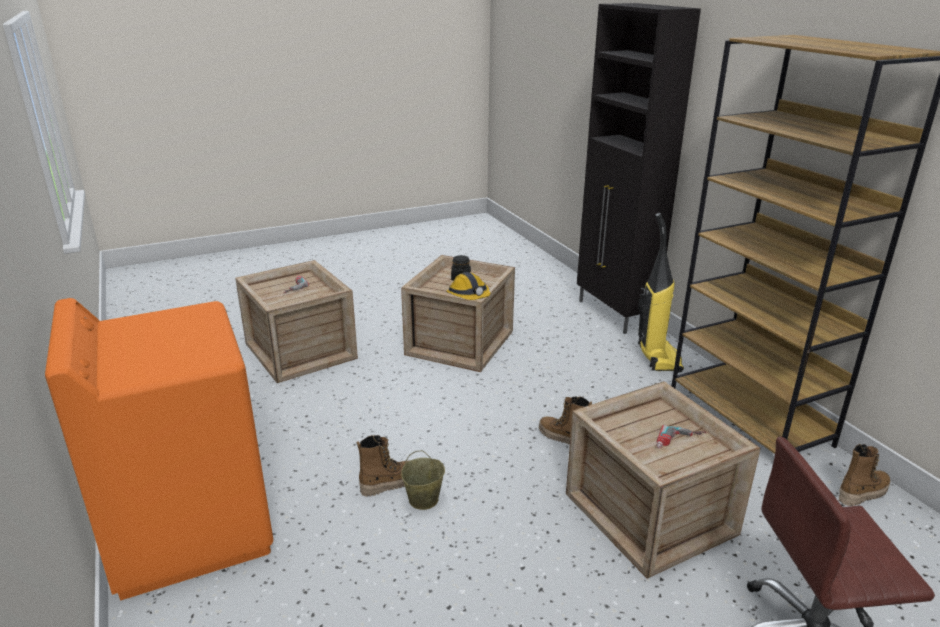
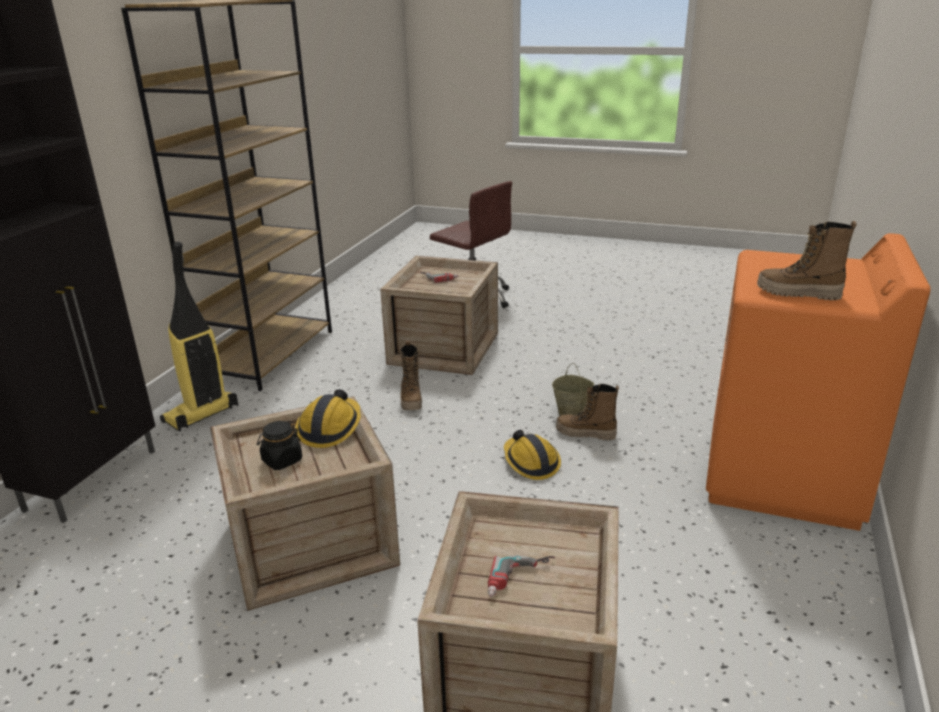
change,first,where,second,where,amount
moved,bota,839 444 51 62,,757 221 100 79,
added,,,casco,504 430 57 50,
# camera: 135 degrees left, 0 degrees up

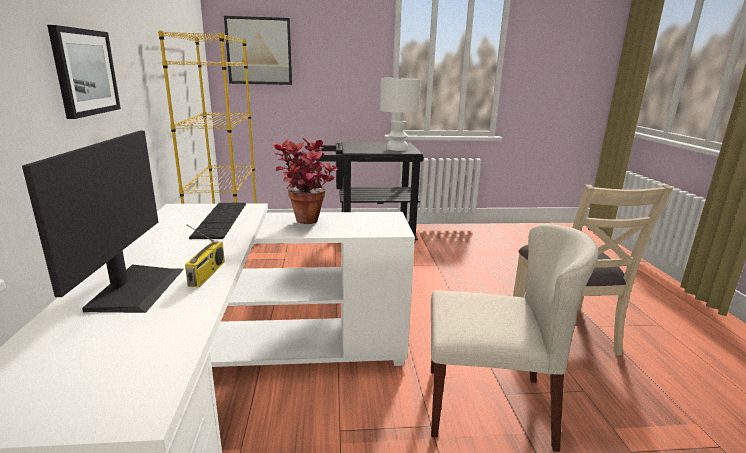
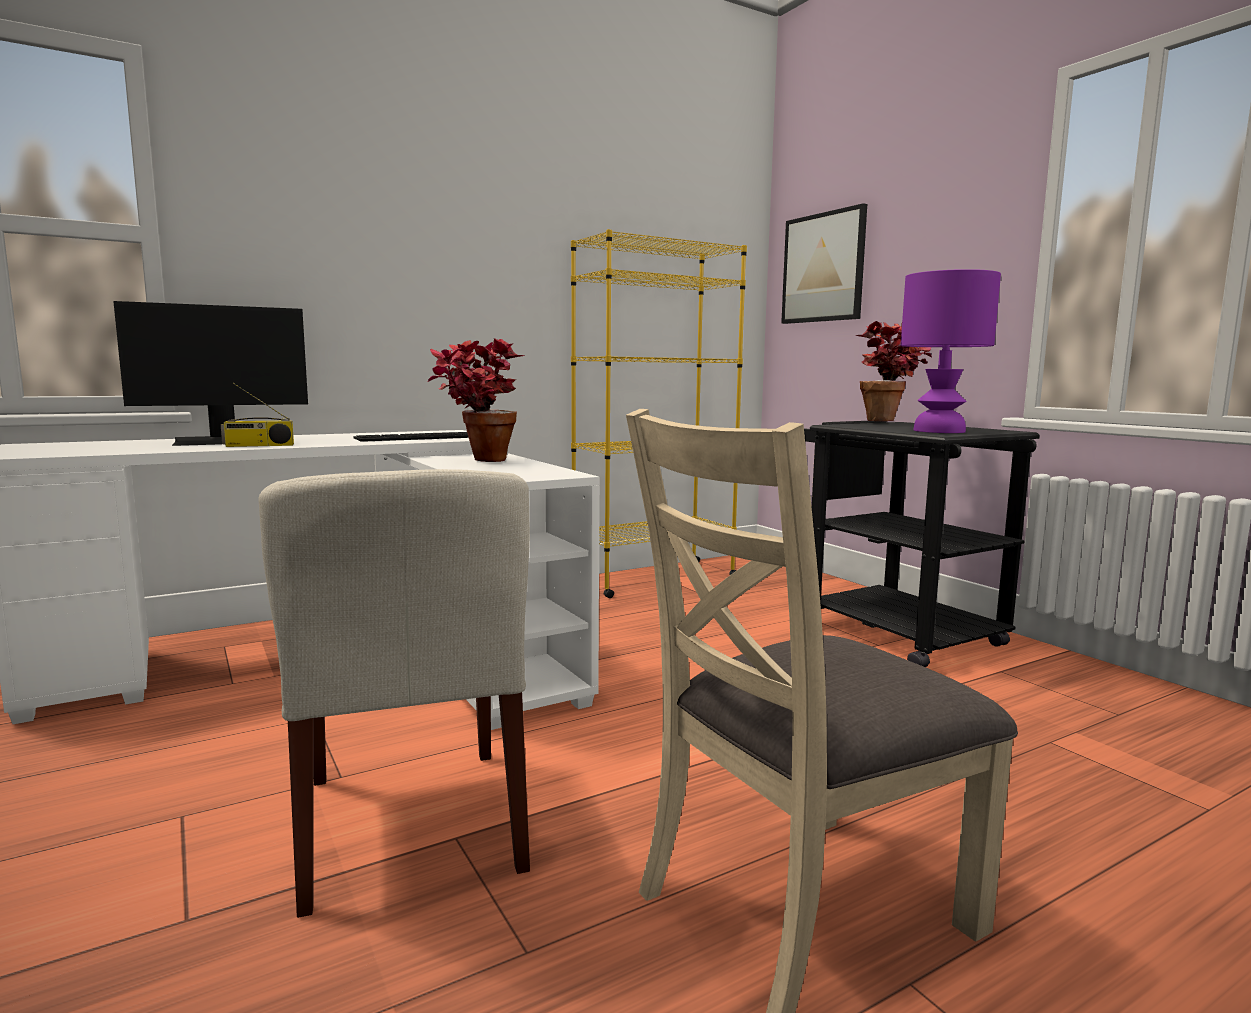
change,first,where,second,where,amount
removed,cuadro,47 25 74 94,,,
recoloured,lámpara de mesa/blanco,380 78 41 73,lámpara de mesa/morado,901 269 100 164,
added,,,planta en maceta,856 321 76 100,
# camera: 65 degrees right, 10 degrees down

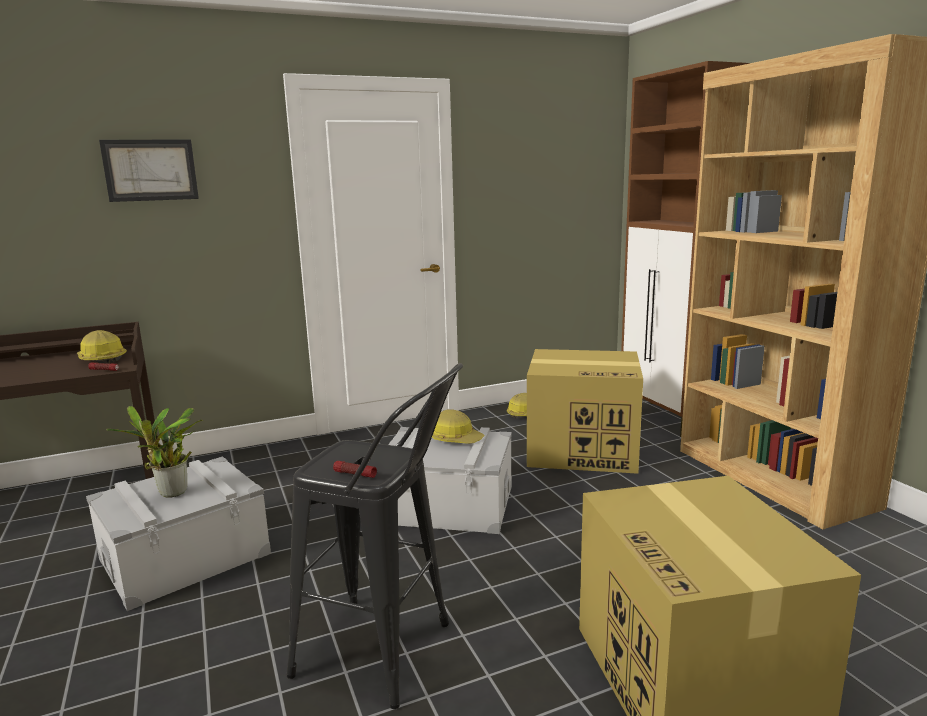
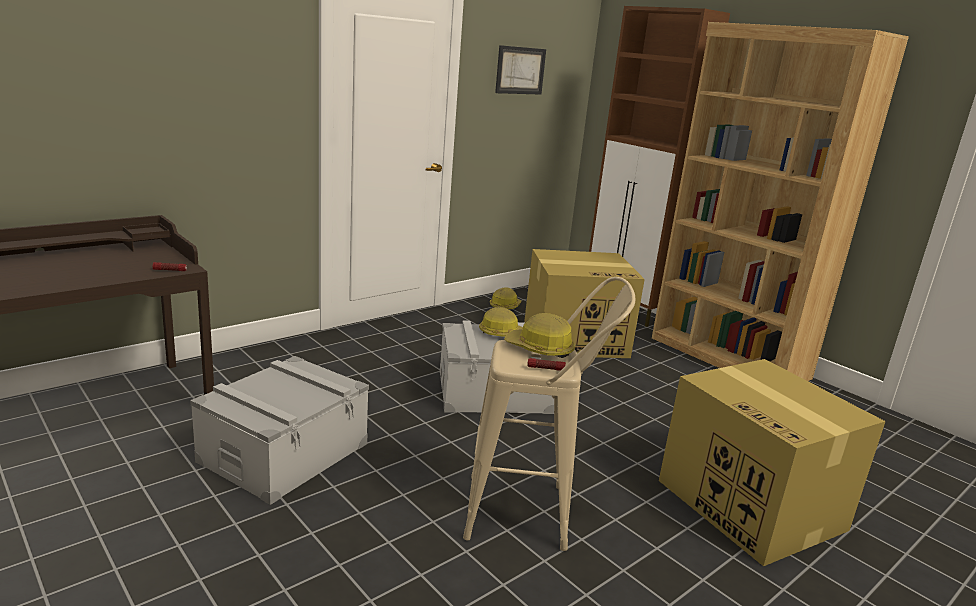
change,first,where,second,where,amount
moved,cuadro,99 139 100 63,,495 45 51 50,
moved,casco,77 330 50 33,,504 313 71 45,
recoloured,taburete/negro,287 363 176 346,taburete/beis,463 277 172 274,
removed,planta en maceta,106 406 97 92,,,
# camera: 20 degrees left, 5 degrees up

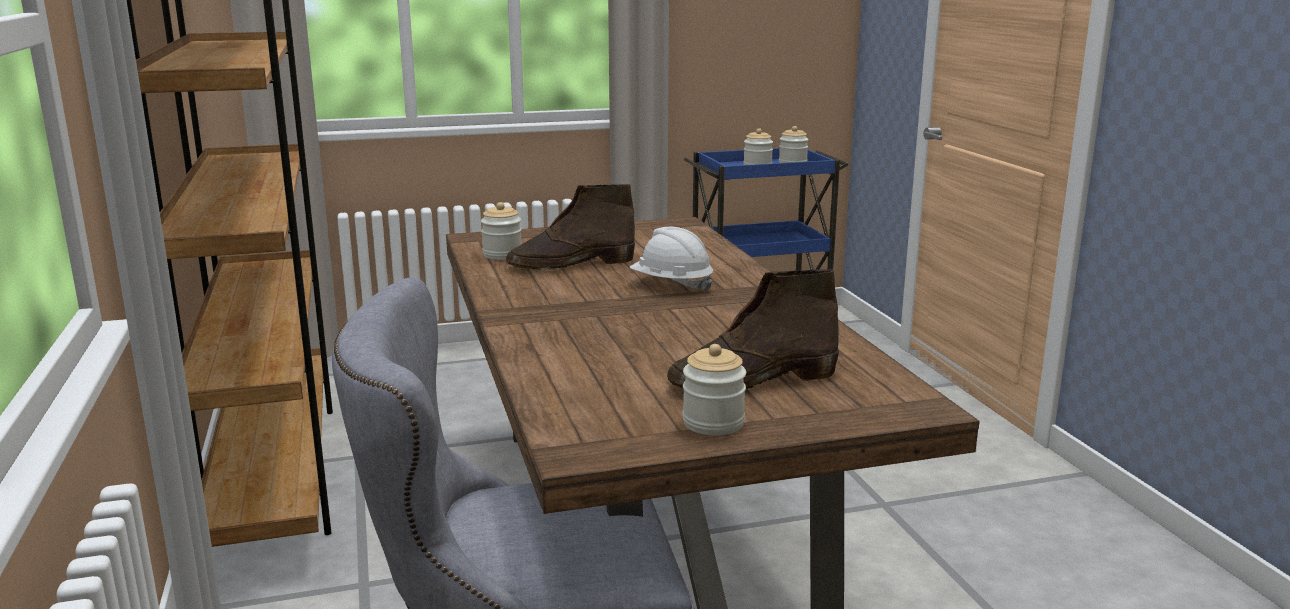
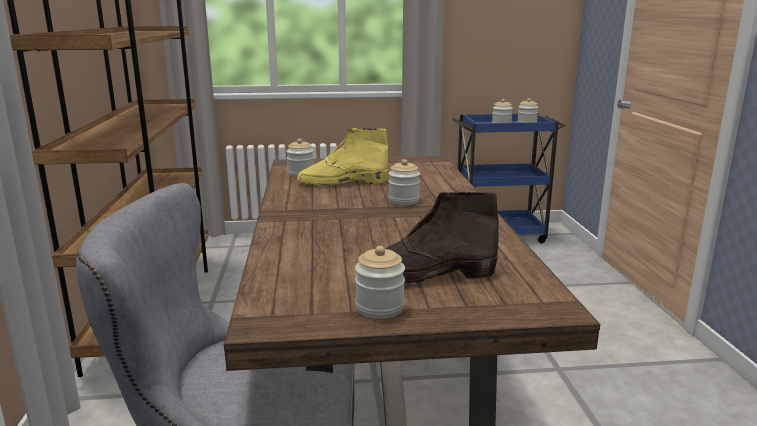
change,first,where,second,where,amount
recoloured,bota/marrón,506 184 129 86,bota/amarillo,297 128 91 58,
replaced,casco/blanco,630 227 83 65,tarro,388 159 32 46,
# camera: 10 degrees right, 0 degrees up

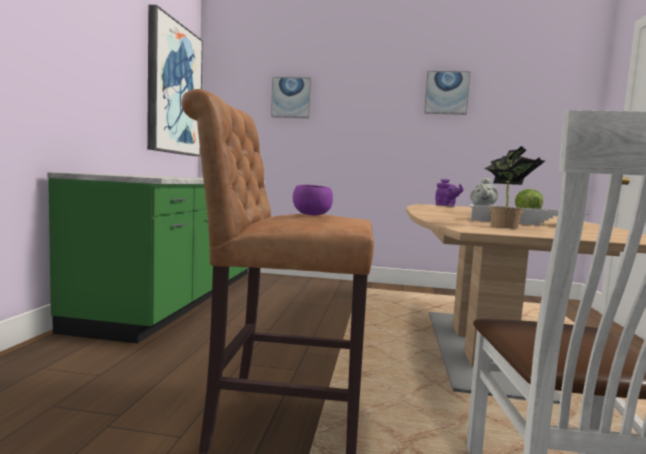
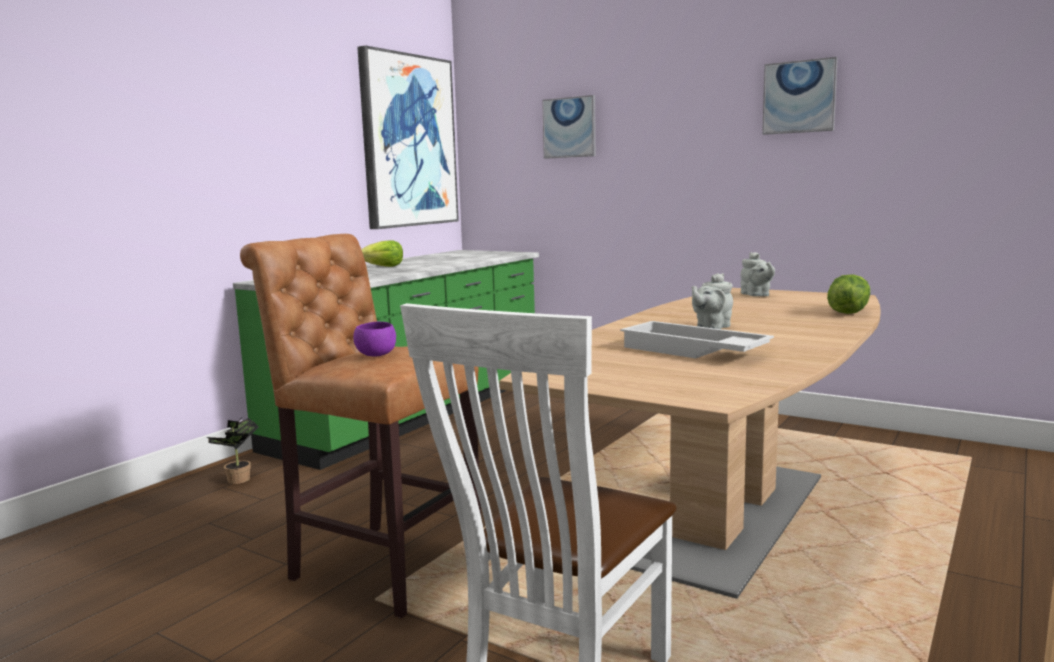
change,first,where,second,where,amount
moved,planta en maceta,484 146 62 83,,206 418 53 66,
recoloured,tetera/morado,435 179 28 28,tetera/gris,740 252 35 44,
added,,,lechuga,361 240 42 27,
# camera: 25 degrees right, 5 degrees up

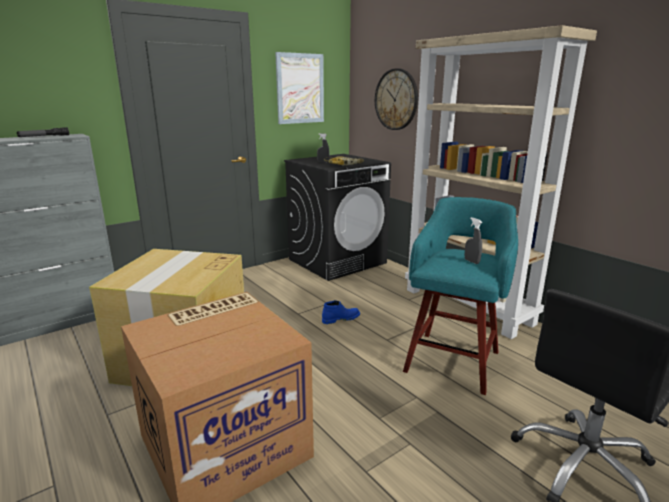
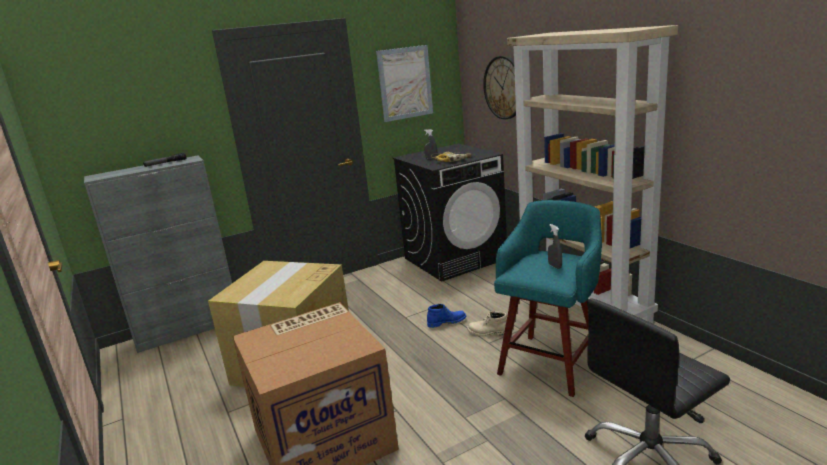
change,first,where,second,where,amount
added,,,bota/beis,467 311 40 25,
# camera: 10 degrees right, 0 degrees up

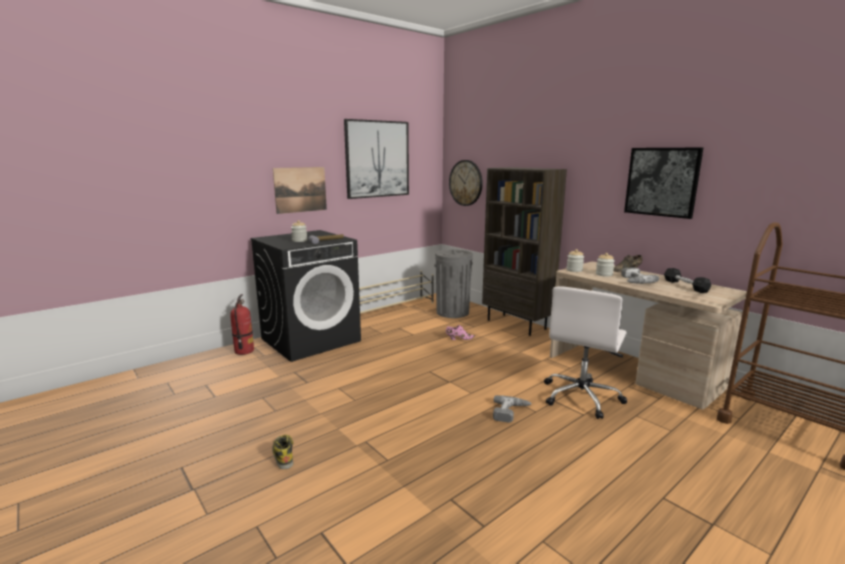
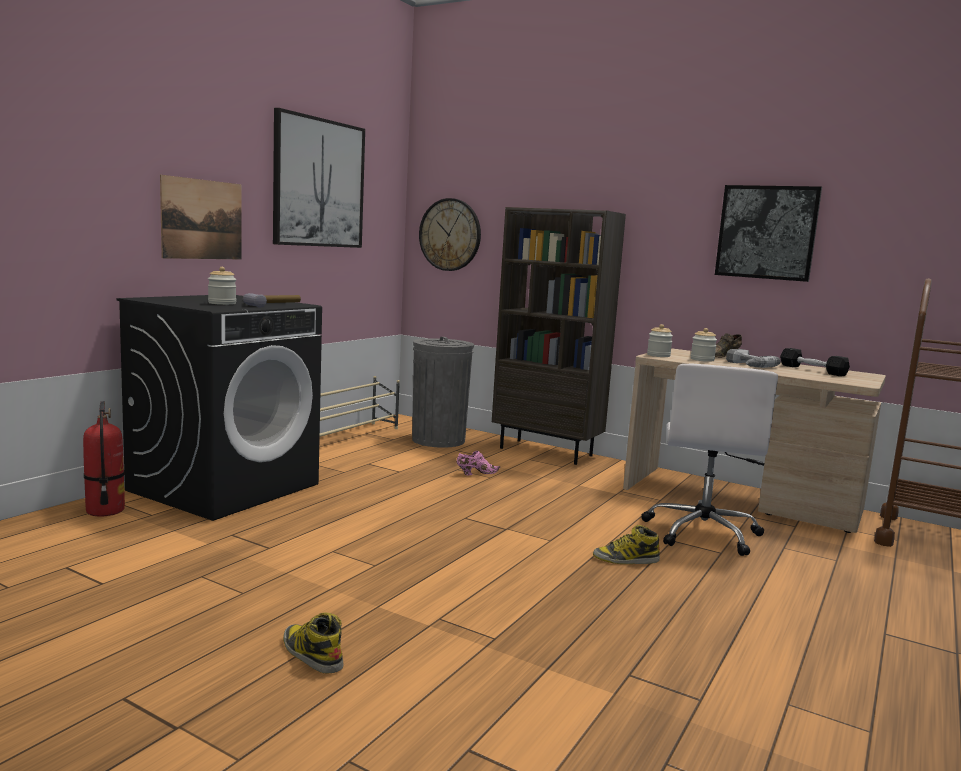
change,first,where,second,where,amount
replaced,taladro,493 395 38 27,bota,593 525 67 39,
# camera: 20 degrees left, 5 degrees down

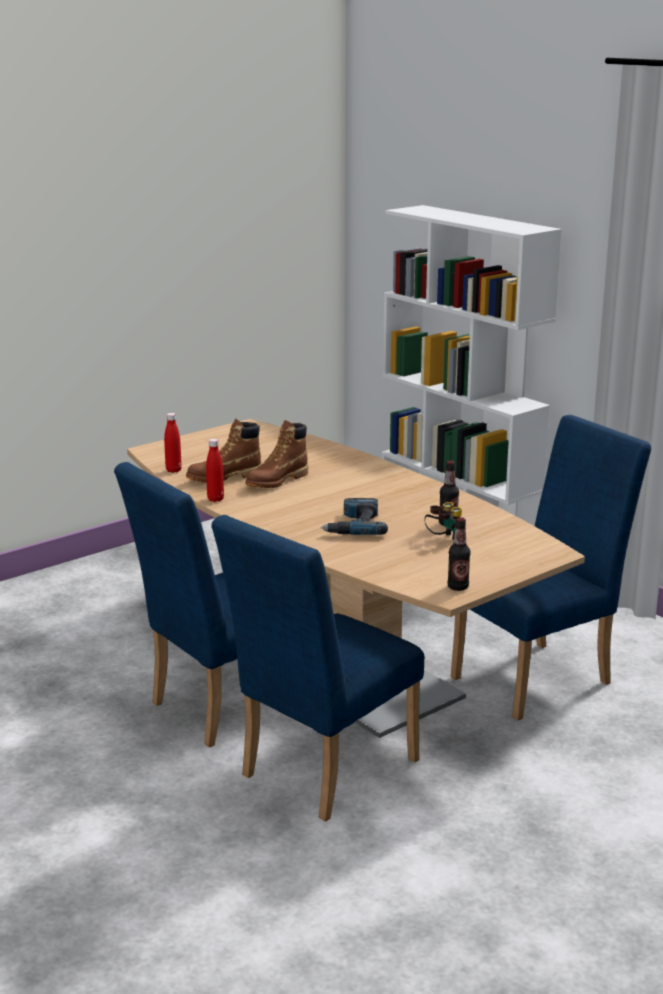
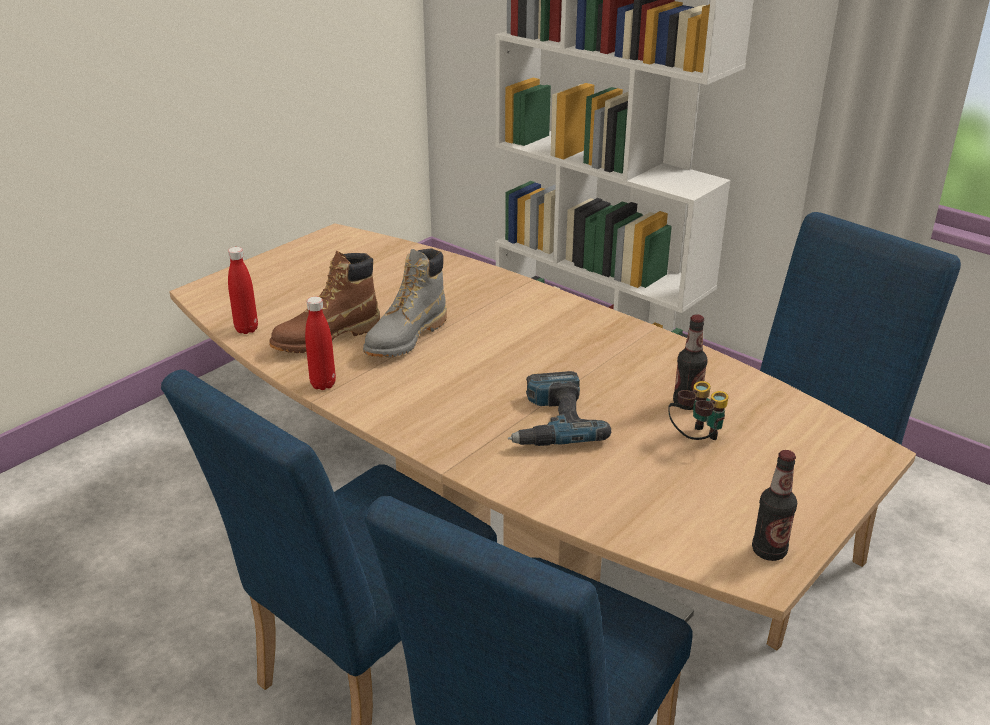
change,first,where,second,where,amount
recoloured,bota/marrón,245 420 63 68,bota/gris,363 248 84 109,
# camera: 10 degrees left, 10 degrees up

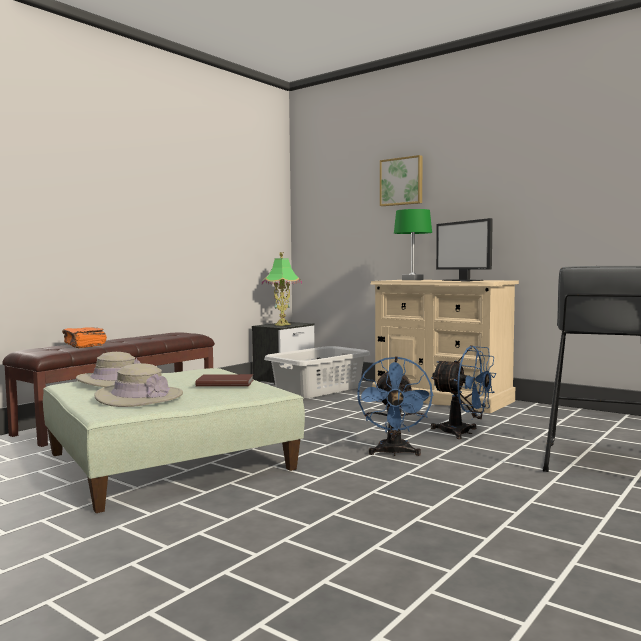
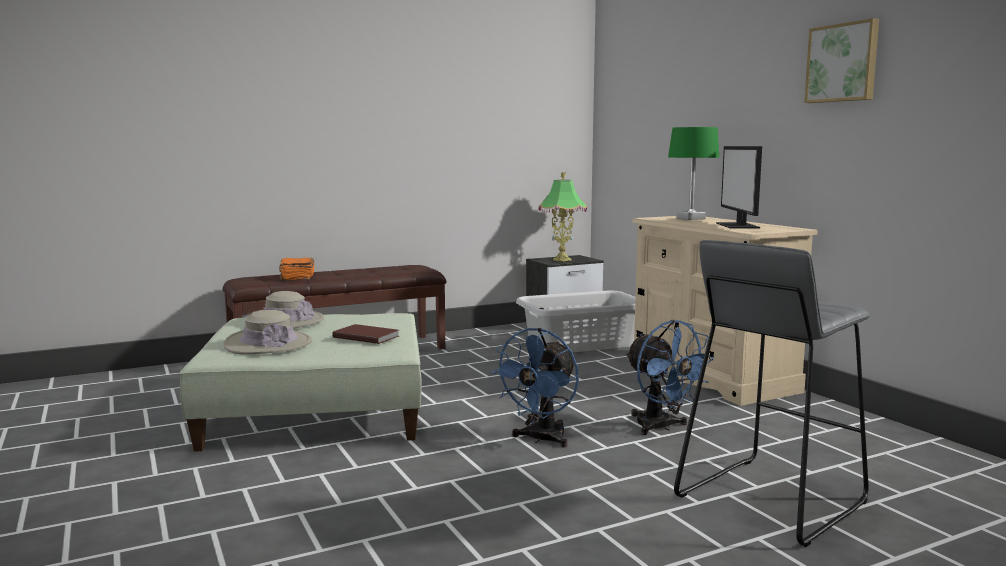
change,first,where,second,where,amount
moved,cuadro,380 155 42 51,,804 18 75 85,
# camera: 25 degrees right, 5 degrees up

